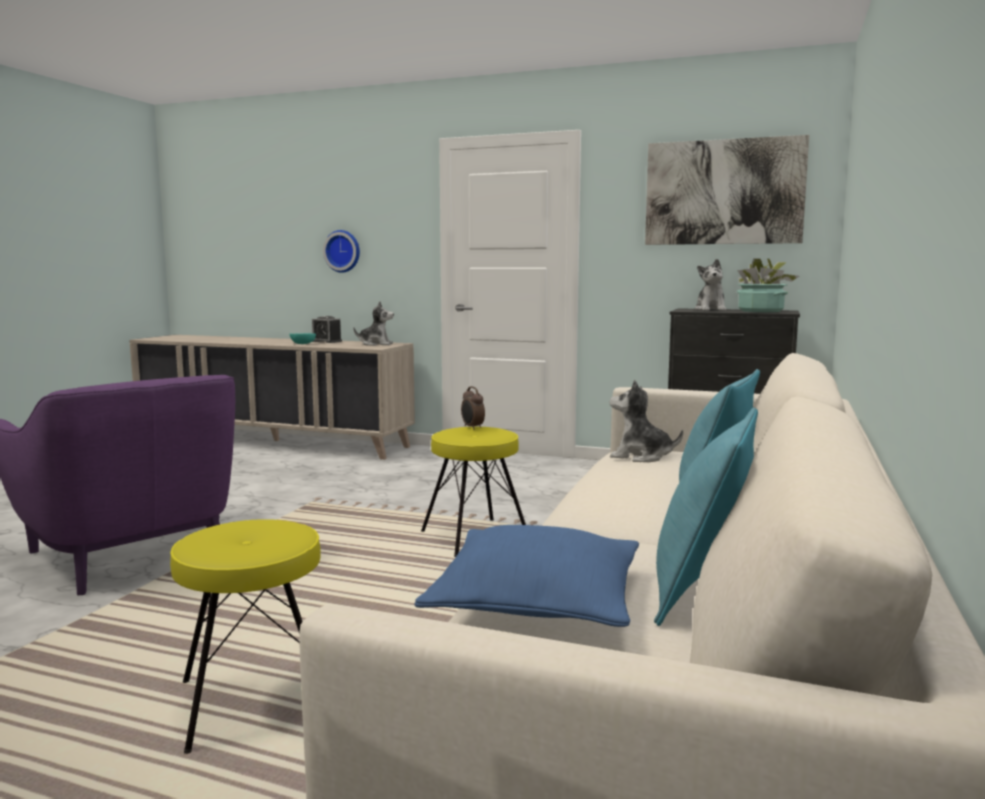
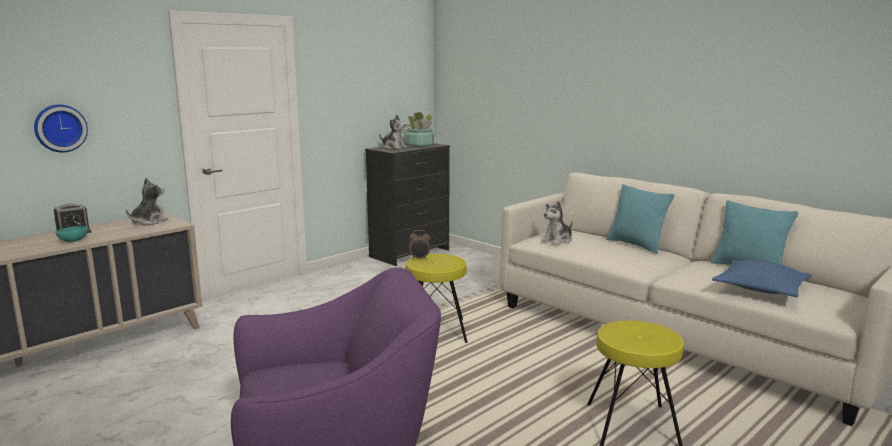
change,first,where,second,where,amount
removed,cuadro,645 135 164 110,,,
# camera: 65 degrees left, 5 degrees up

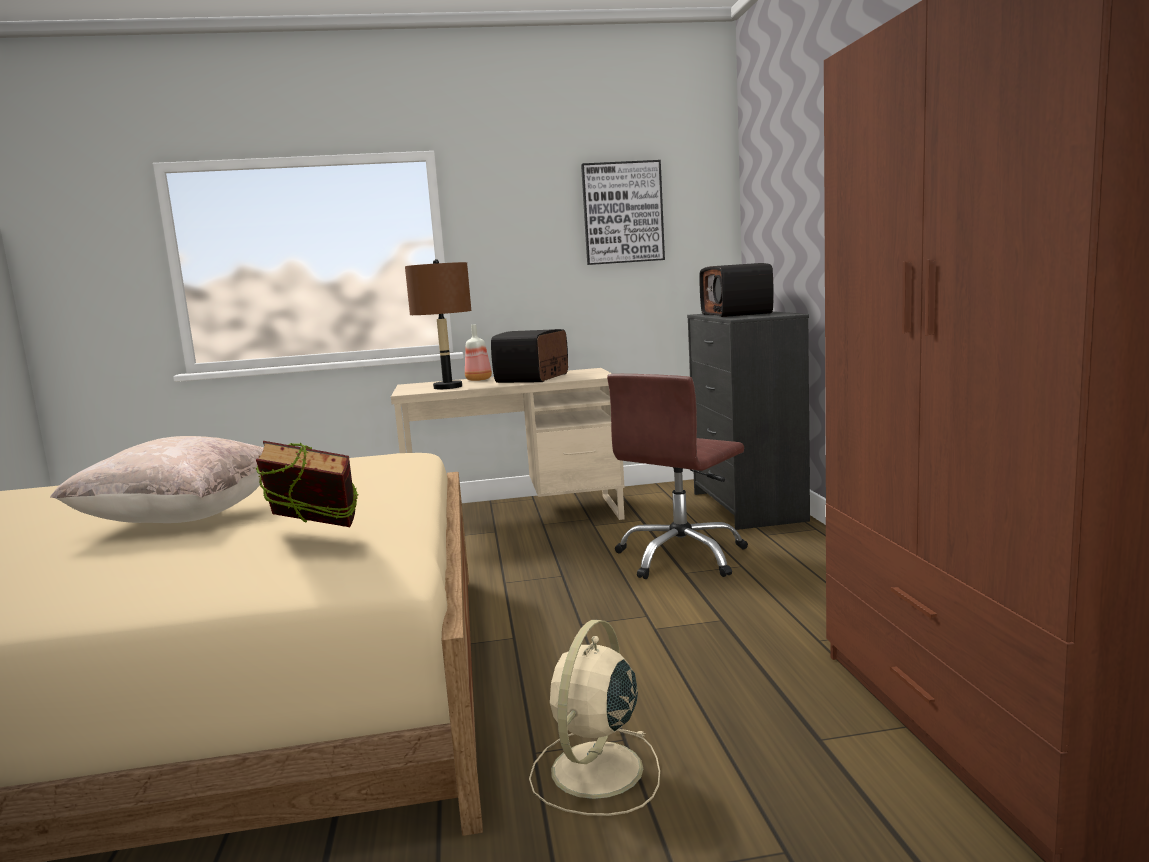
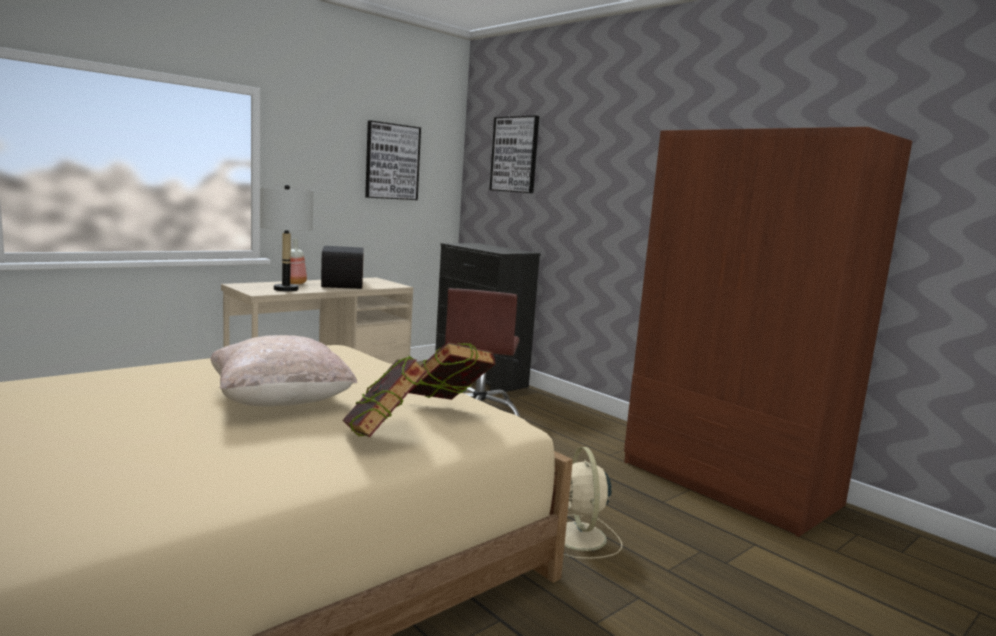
change,first,where,second,where,amount
recoloured,lámpara de mesa/marrón,405 259 66 130,lámpara de mesa/gris,260 185 53 106,
removed,radio,699 263 75 54,,,
added,,,cuadro,489 115 50 78,
added,,,libro,342 355 85 82,
# camera: 35 degrees left, 0 degrees up

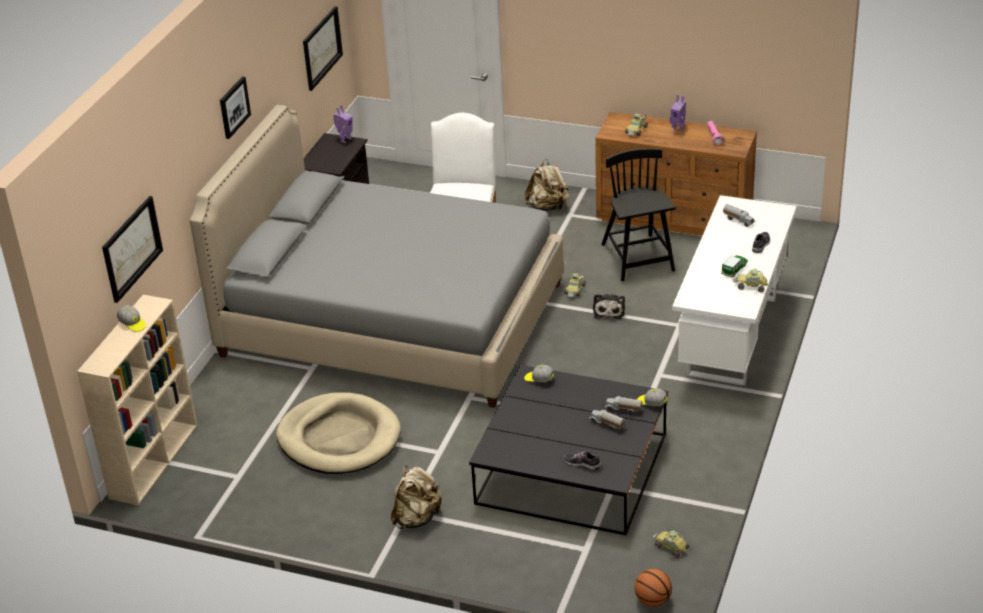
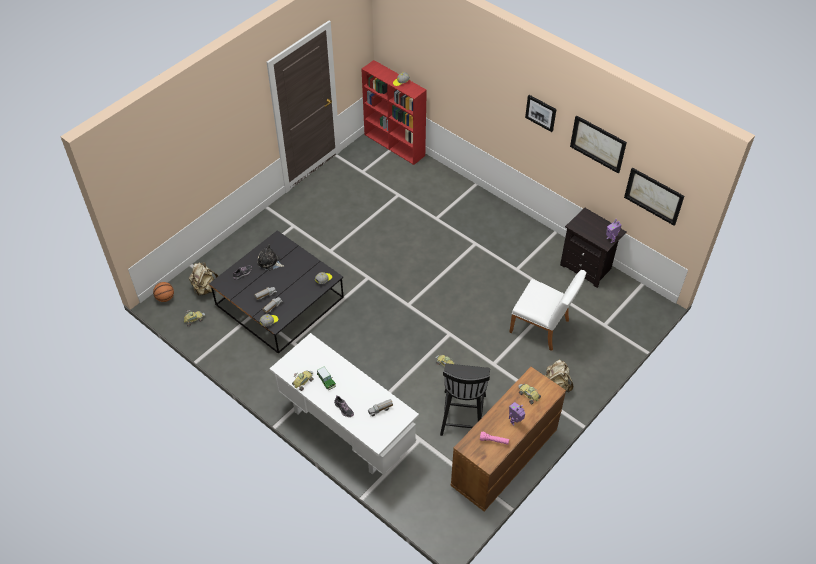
change,first,where,second,where,amount
removed,cama/gris,190 105 374 303,,,
turned,silla/negro,601 148 75 133,,440 363 50 73,90 degrees clockwise
moved,cuadro,102 196 61 107,,570 115 57 59,
moved,peluche,593 294 32 25,,257 244 27 26,
recoloured,estantería/beis,77 295 120 210,estantería/rojo,362 60 65 105,
removed,cama para perro/beis,276 392 125 82,,,
moved,mochila/beis,391 466 51 63,,189 262 29 34,
# camera: 110 degrees right, 15 degrees up

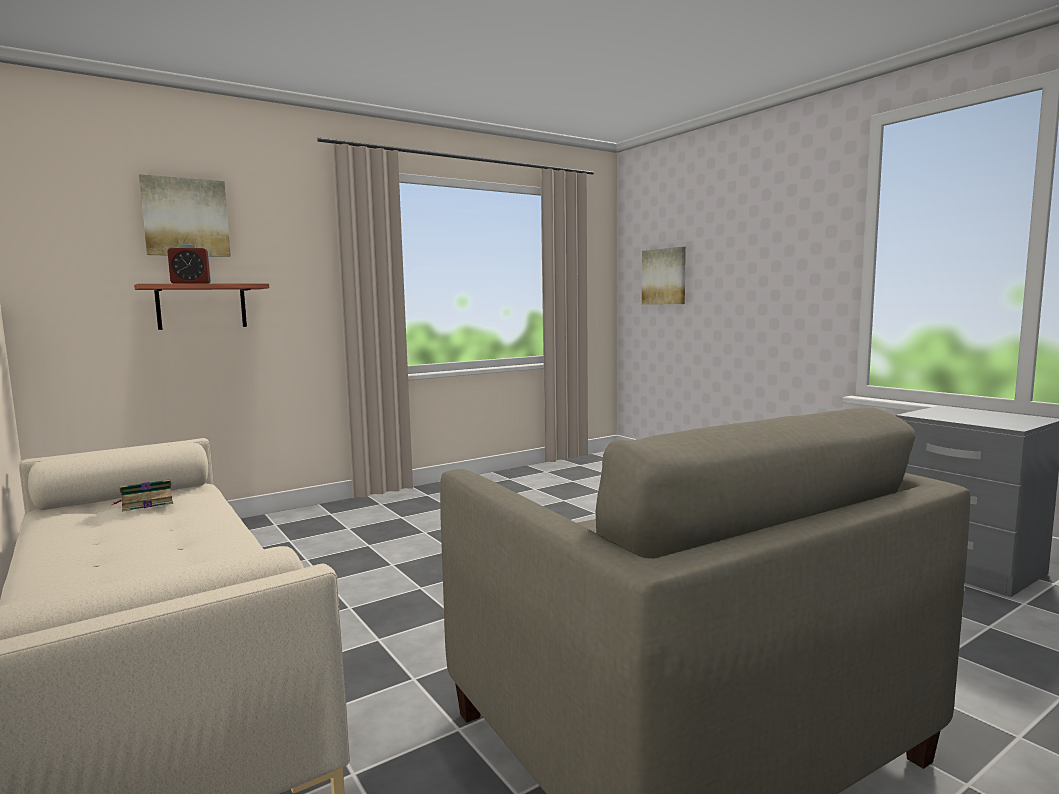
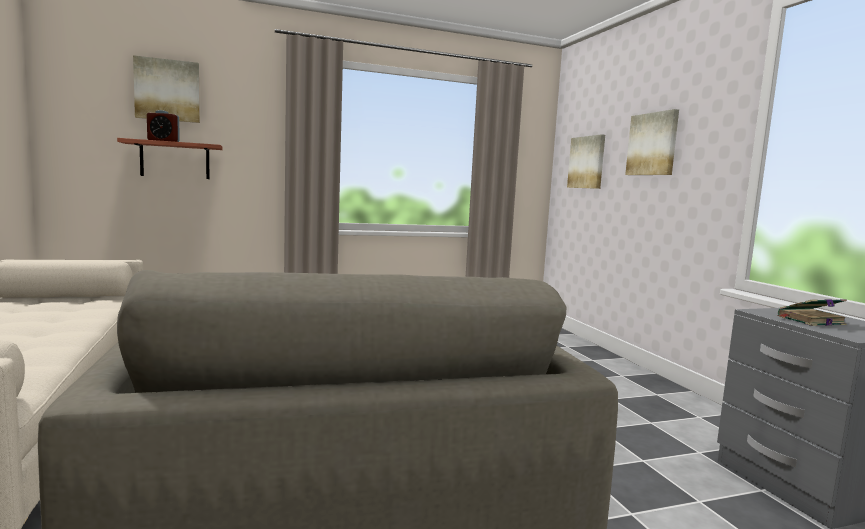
change,first,where,second,where,amount
moved,libro,113 479 60 33,,778 299 69 27,
added,,,cuadro,625 109 54 66,
# camera: 15 degrees right, 0 degrees up

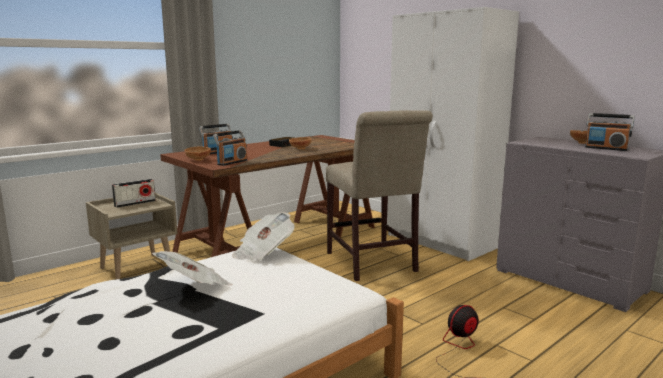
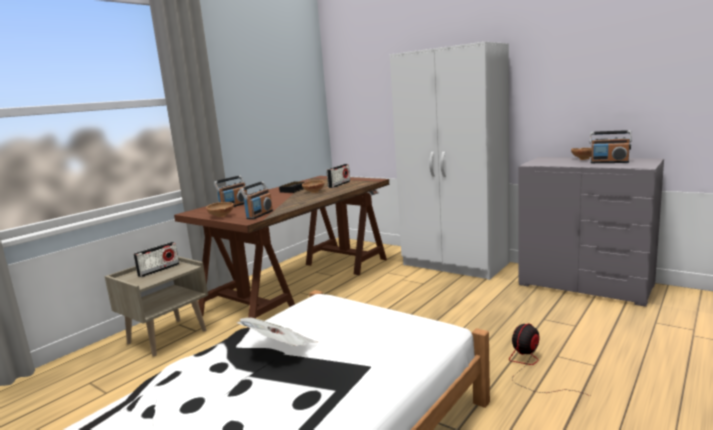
change,first,where,second,where,amount
removed,silla/beis,326 110 107 171,,,
removed,periódico,232 212 63 49,,,
added,,,radio,327 164 23 24,
# camera: 10 degrees left, 0 degrees up

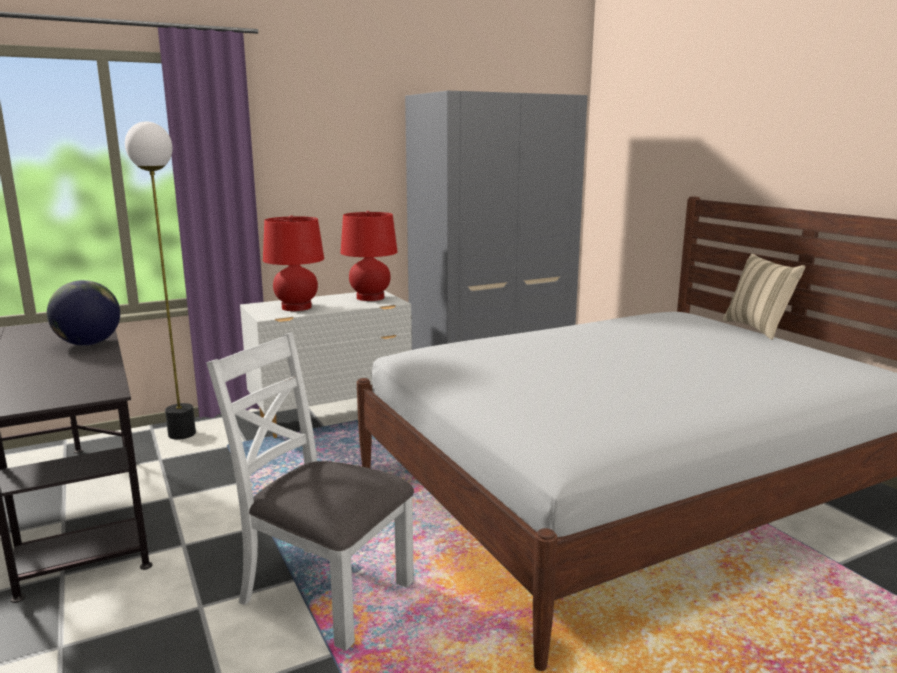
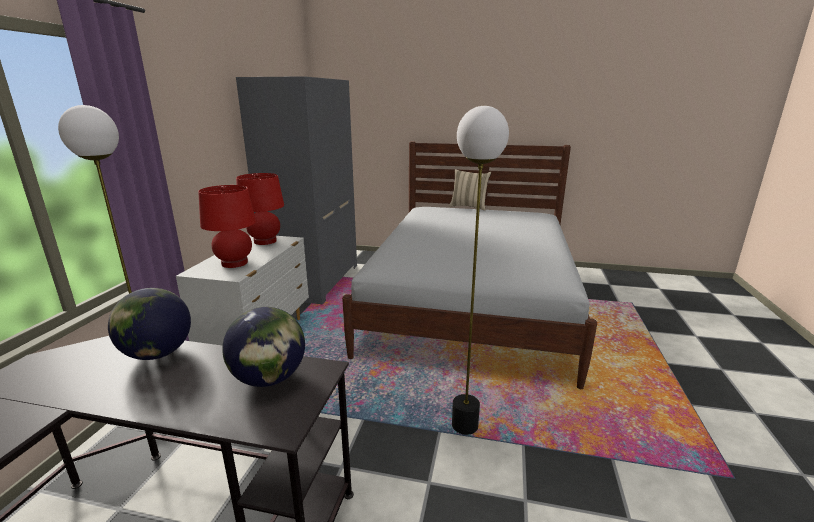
change,first,where,second,where,amount
replaced,silla/blanco,206 332 208 319,lámpara de pie,452 106 57 329,
added,,,globo terráqueo,222 307 83 80,
# camera: 50 degrees left, 5 degrees up

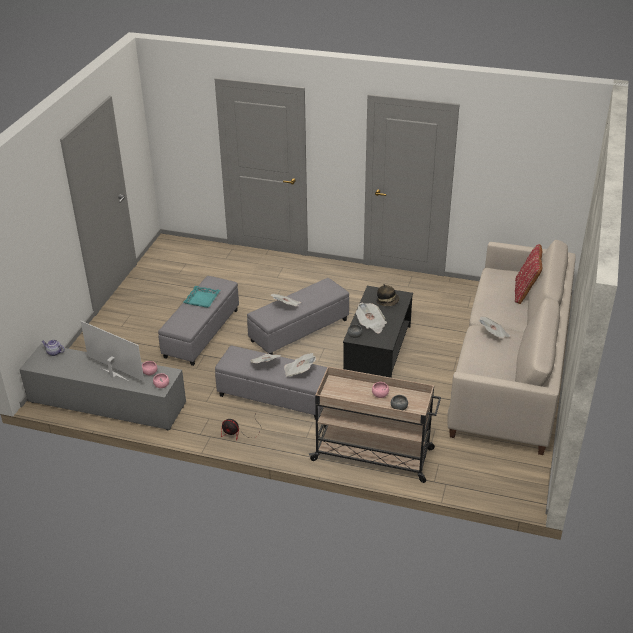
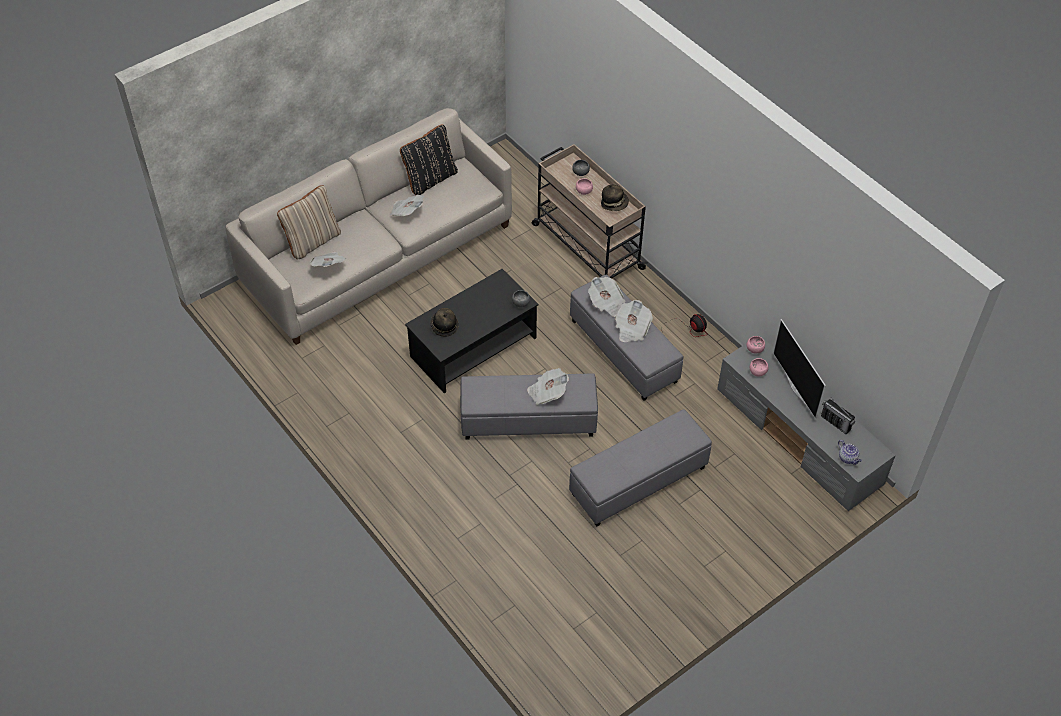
change,first,where,second,where,amount
recoloured,cojín/rojo,515 244 27 60,cojín/beis,277 185 64 75,
removed,bandeja/turquesa,183 286 37 22,,,
moved,periódico,356 303 31 31,,309 252 37 15,
added,,,cojín/negro,400 124 58 71,
added,,,sombrero,601 185 28 26,
added,,,radio,821 397 34 37,
# camera: 145 degrees left, 15 degrees up

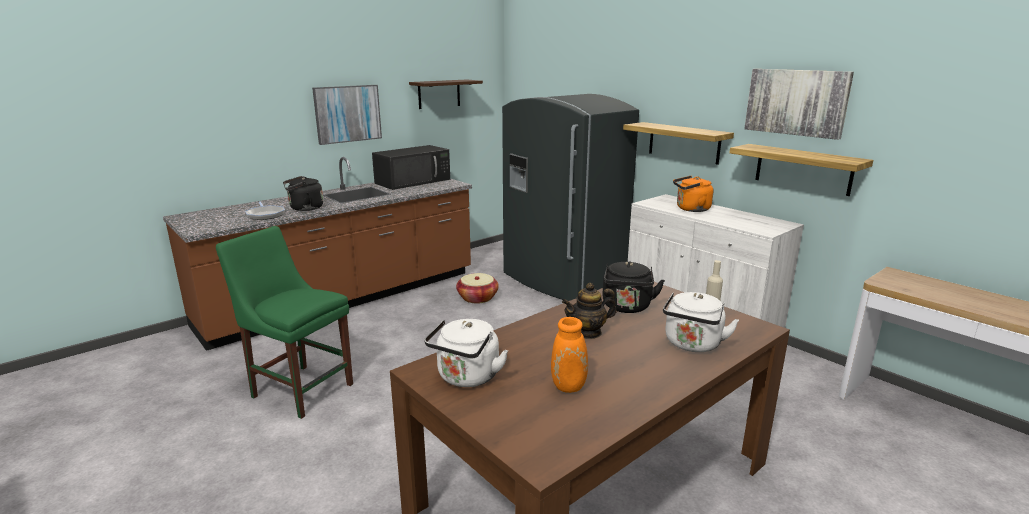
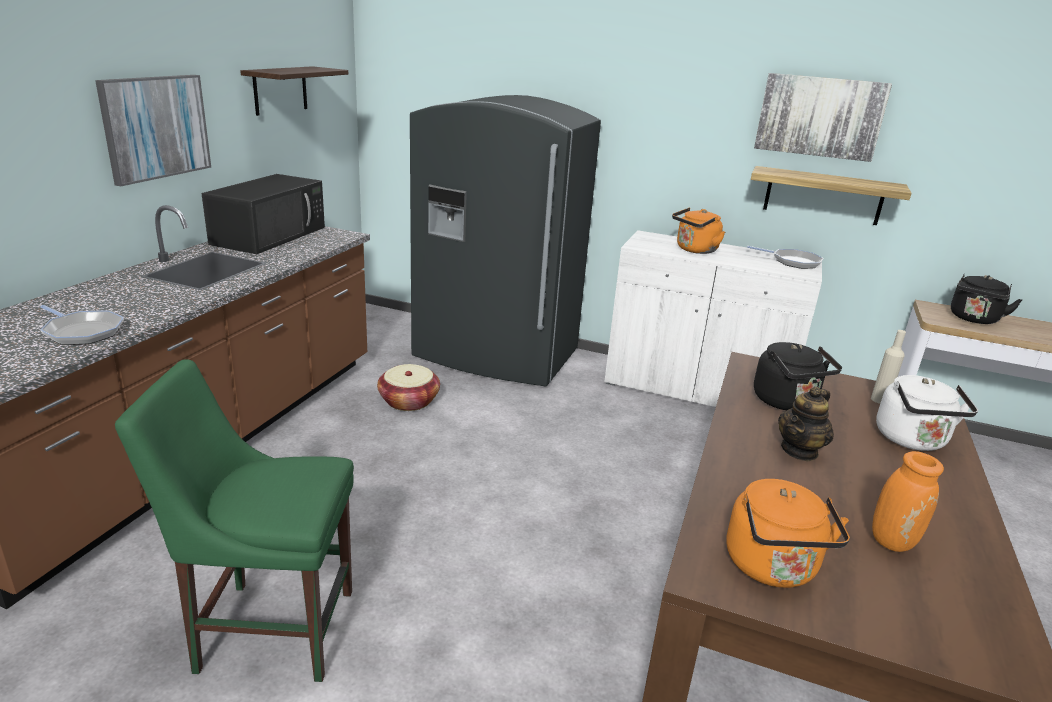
change,first,where,second,where,amount
removed,estante,623 122 111 43,,,
moved,hervidor/negro,283 176 40 35,,951 274 71 50,
recoloured,hervidor/blanco,424 319 84 68,hervidor/naranja,726 479 124 109,
added,,,sartén,747 246 76 23,
# camera: 30 degrees left, 5 degrees up

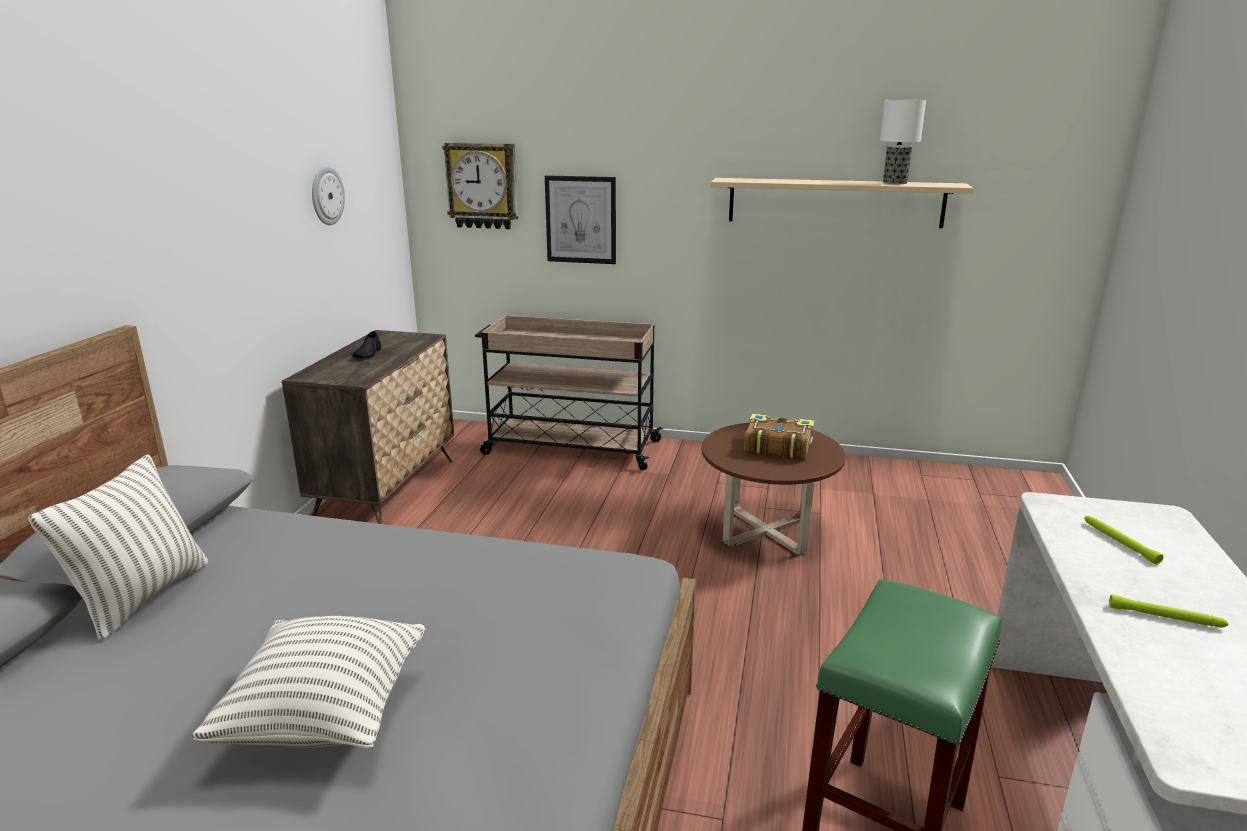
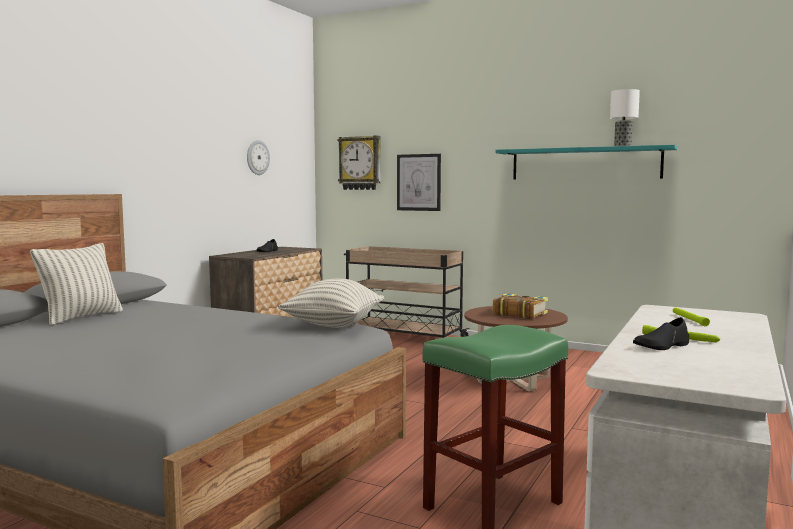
change,first,where,second,where,amount
recoloured,estante/beis,710 178 264 50,estante/turquesa,495 145 182 34,
moved,cojín,191 616 234 133,,278 279 106 49,
added,,,zapato/negro,633 317 56 33,
# camera: 15 degrees right, 15 degrees down

